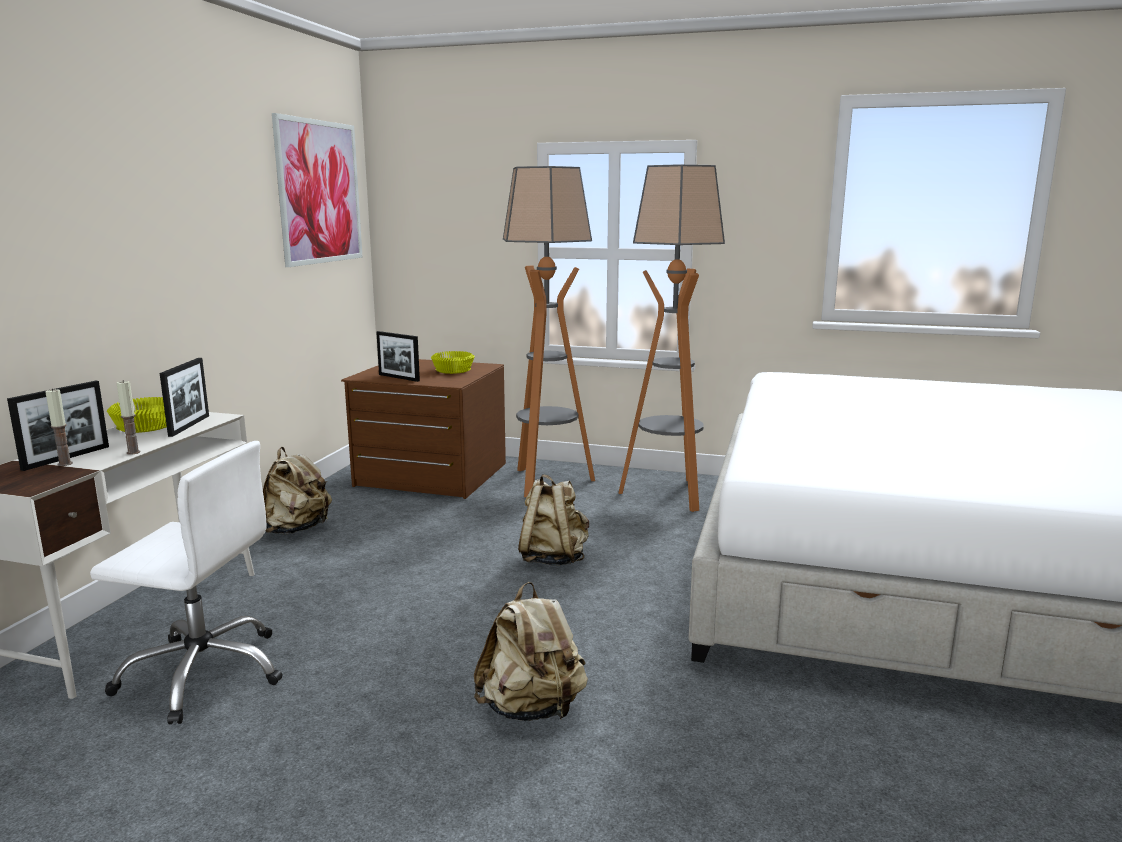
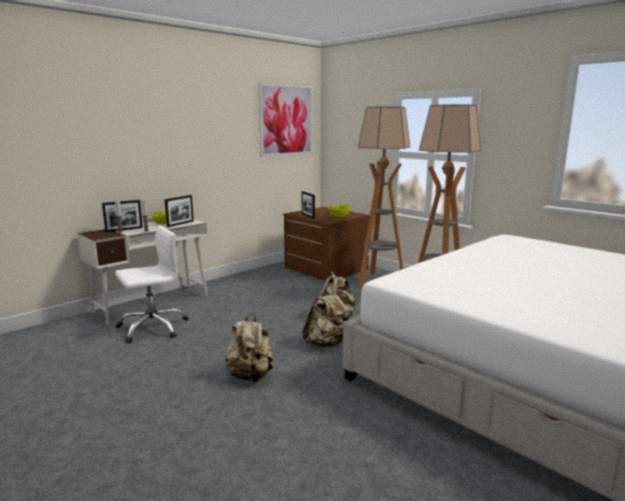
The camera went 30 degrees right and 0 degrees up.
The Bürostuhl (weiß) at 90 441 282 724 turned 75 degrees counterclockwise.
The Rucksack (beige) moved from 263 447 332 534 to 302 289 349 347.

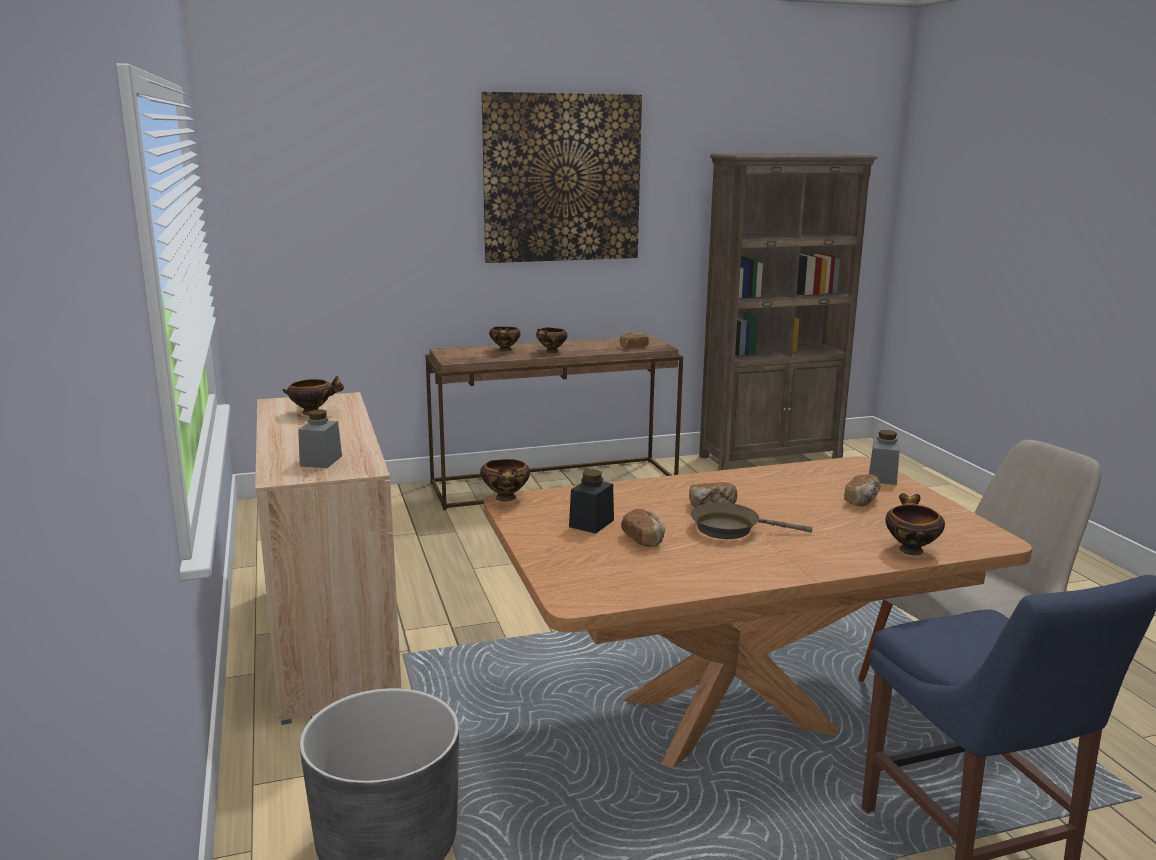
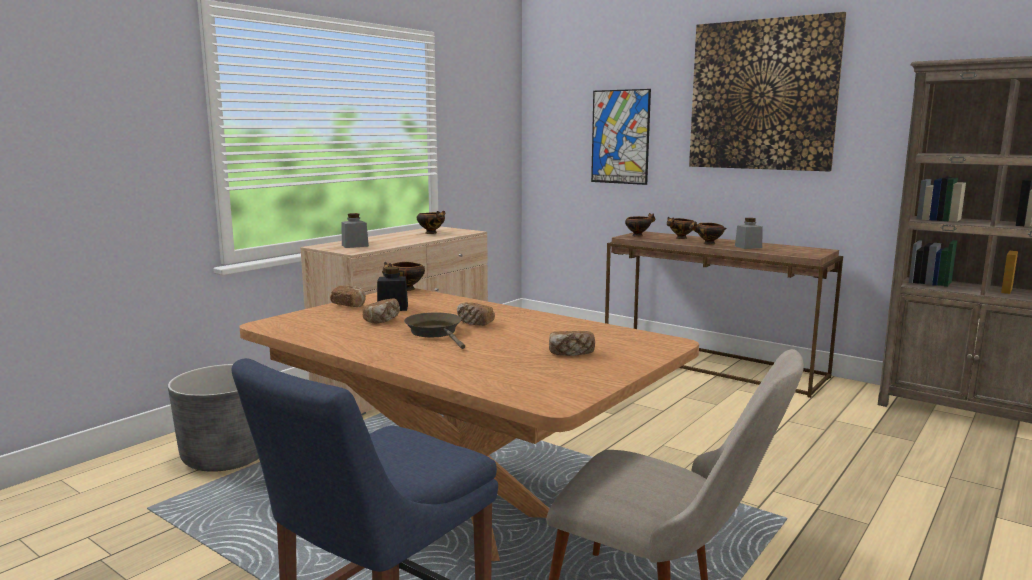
The camera went 55 degrees right and 5 degrees down.
The Brot moved from 620 332 649 348 to 330 286 366 307.
The Vorratsglas (grau) moved from 869 430 900 485 to 735 218 763 249.
The Schüssel moved from 885 493 945 555 to 625 213 655 237.
The Bild at 591 89 651 185 appeared.

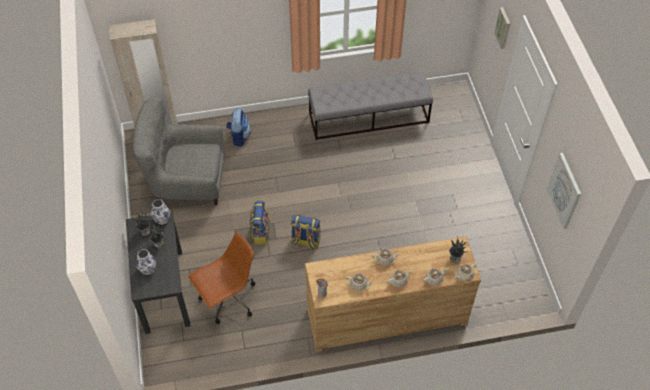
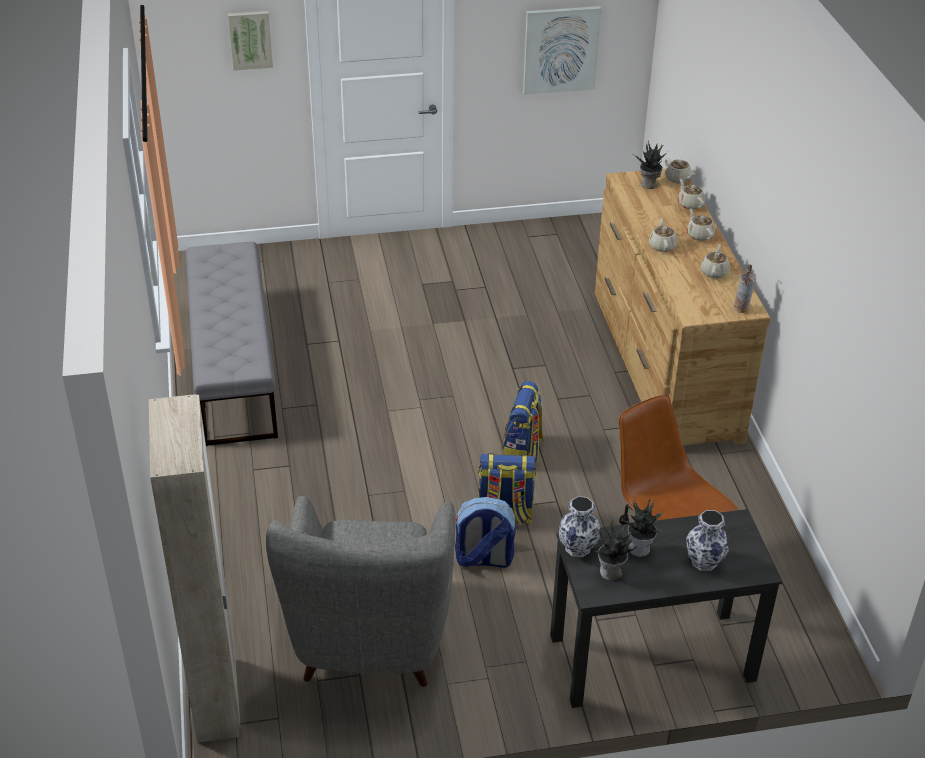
The camera went 90 degrees left and 15 degrees down.
The Rucksack moved from 226 109 251 147 to 455 497 516 568.

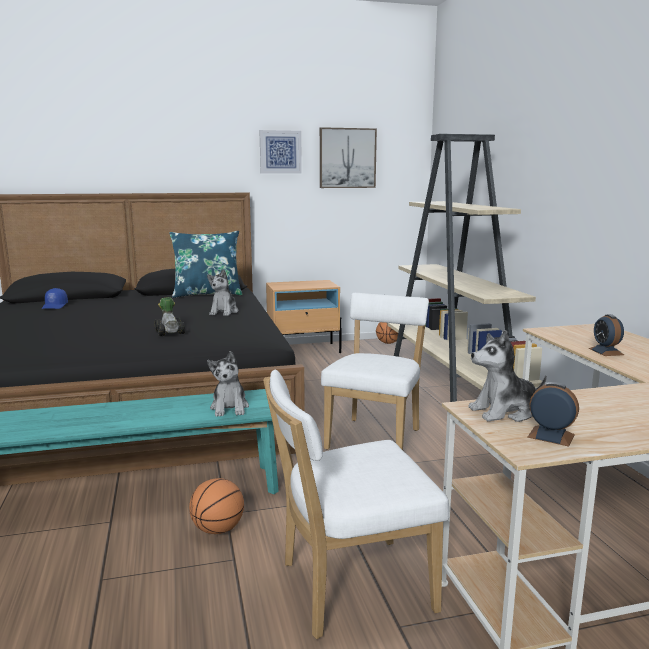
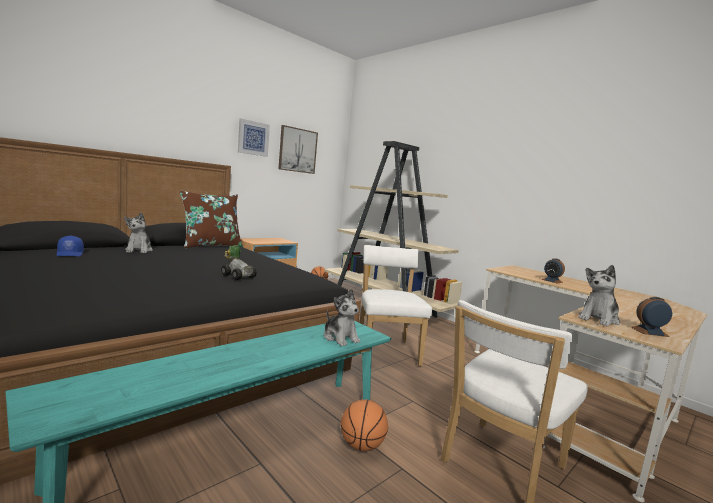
The camera went 30 degrees left and 5 degrees down.
The Kissen (blau) at 170 231 243 298 became the Kissen (braun) at 180 191 243 248.
The Plüschtier moved from 207 269 238 316 to 124 212 153 253.

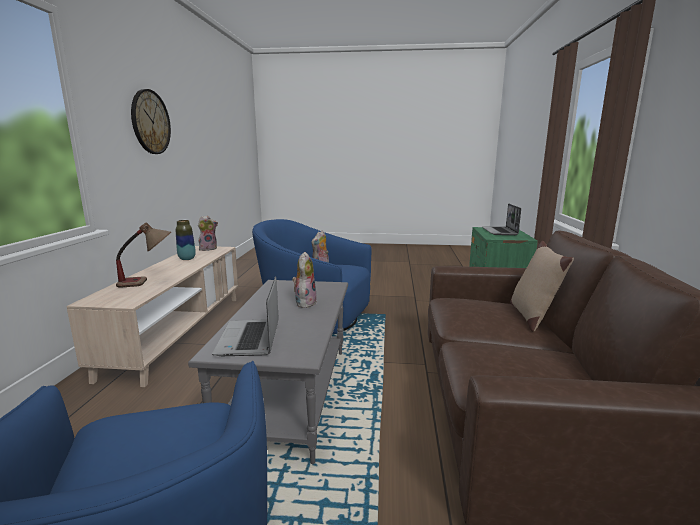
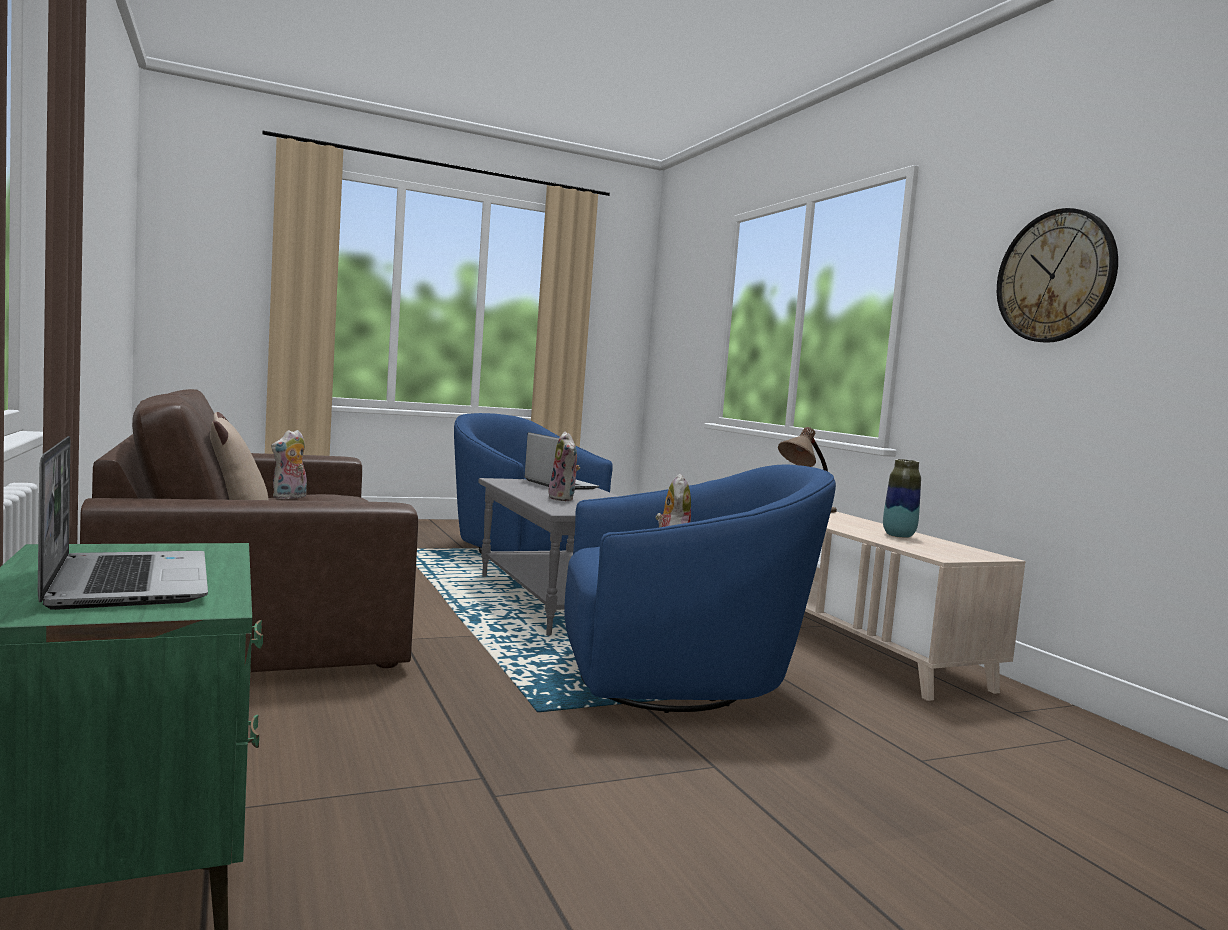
The camera went 150 degrees right and 10 degrees down.
The Plüschtier moved from 198 216 218 251 to 271 430 307 499.

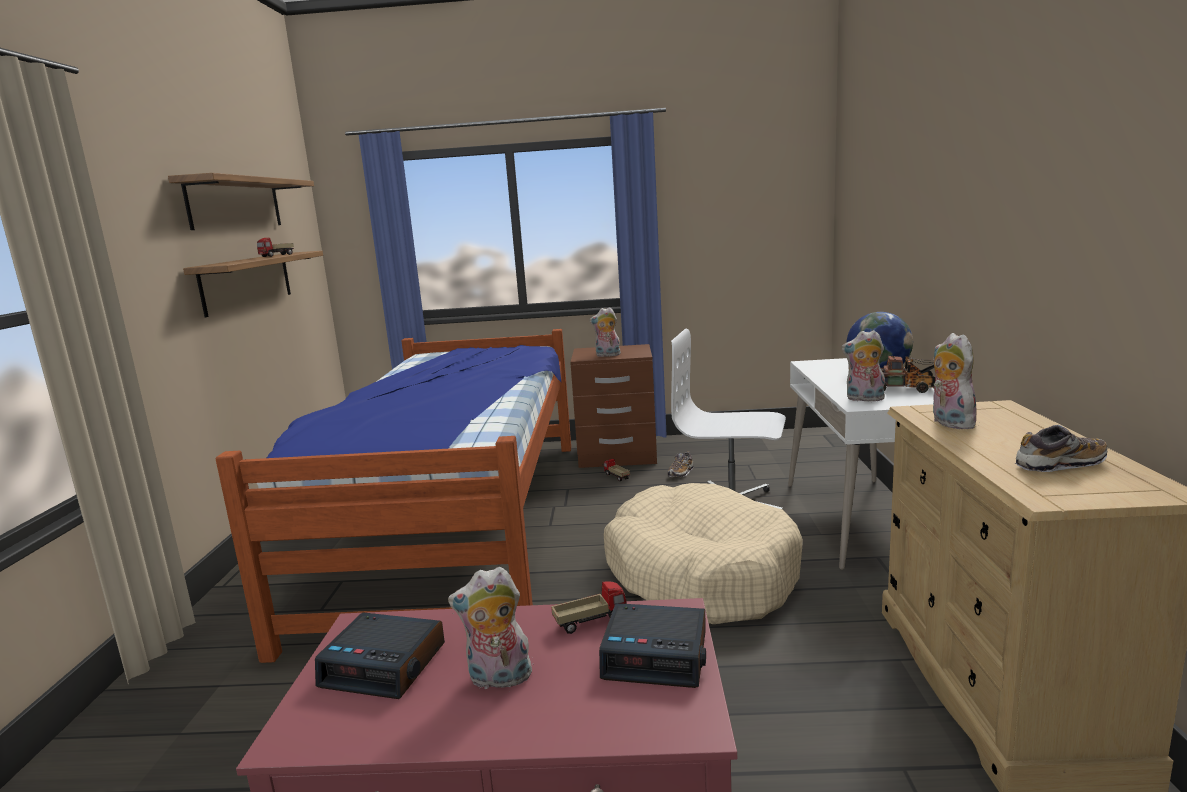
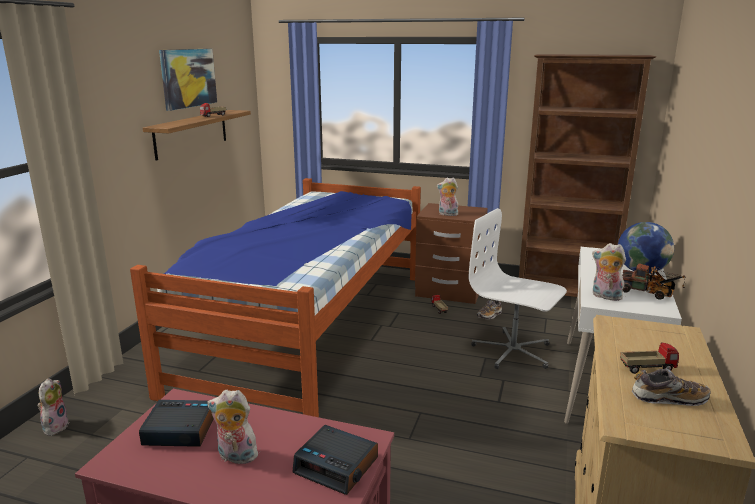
The camera went 15 degrees right and 5 degrees up.
The Wandregal at 168 173 314 230 was replaced by the Bild at 159 49 217 111.
The Wecker at 315 612 445 699 turned 150 degrees clockwise.
The Spielzeuglaster moved from 551 581 627 634 to 620 342 679 374.
The Hundebett (beige) at 604 483 803 624 disappeared.
The Plüschtier moved from 933 333 981 429 to 38 378 70 436.
The Bücherregal (braun) at 519 54 656 297 appeared.

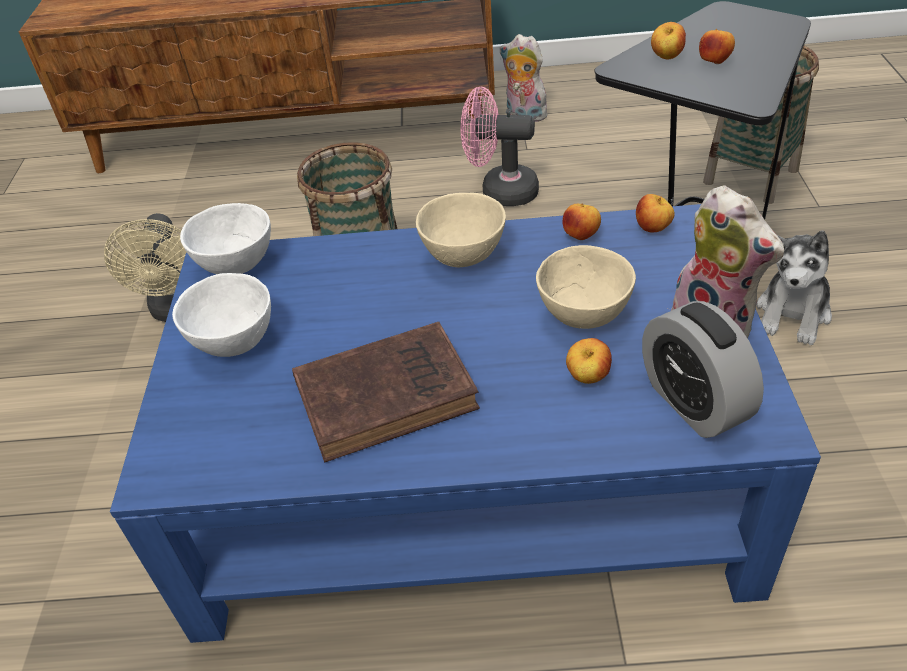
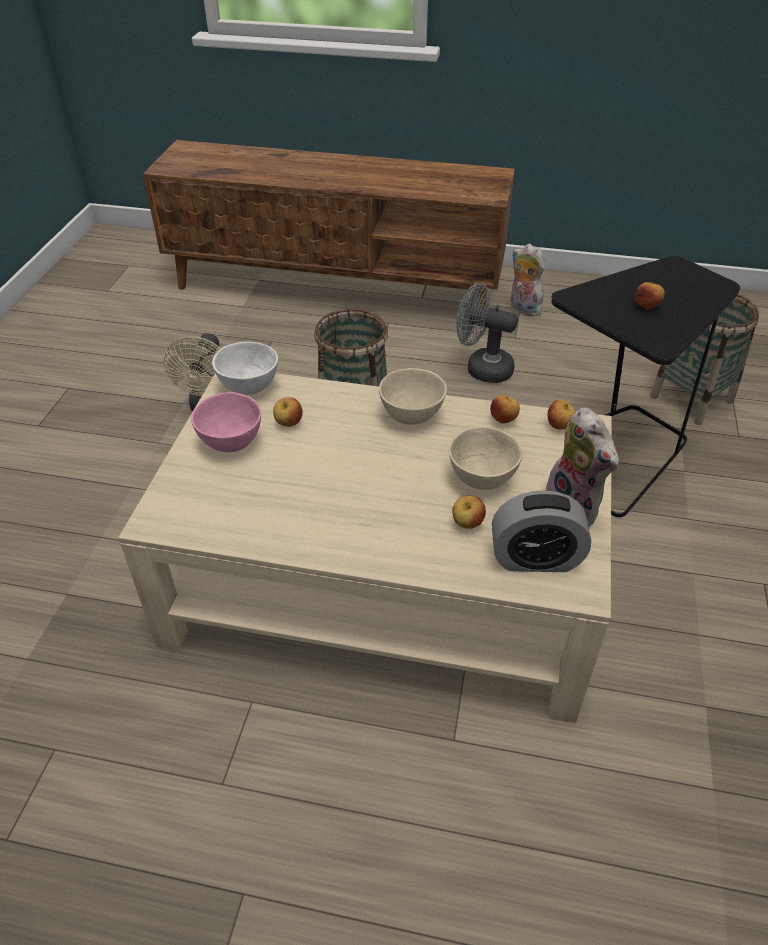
The camera went 10 degrees right and 0 degrees up.
The Couchtisch (blau) at 110 204 821 643 became the Couchtisch (beige) at 118 373 611 723.
The Schüssel (weiß) at 172 273 271 357 became the Schüssel (rosa) at 191 392 261 452.
The Buch (braun) at 292 322 480 463 disappeared.
The Ventilator (rosa) at 461 87 539 206 became the Ventilator (grau) at 456 283 518 383.
The Wecker at 642 301 764 438 turned 75 degrees counterclockwise.
The Apfel moved from 651 22 686 59 to 273 397 303 427.
The Plüschtier at 756 231 832 345 disappeared.

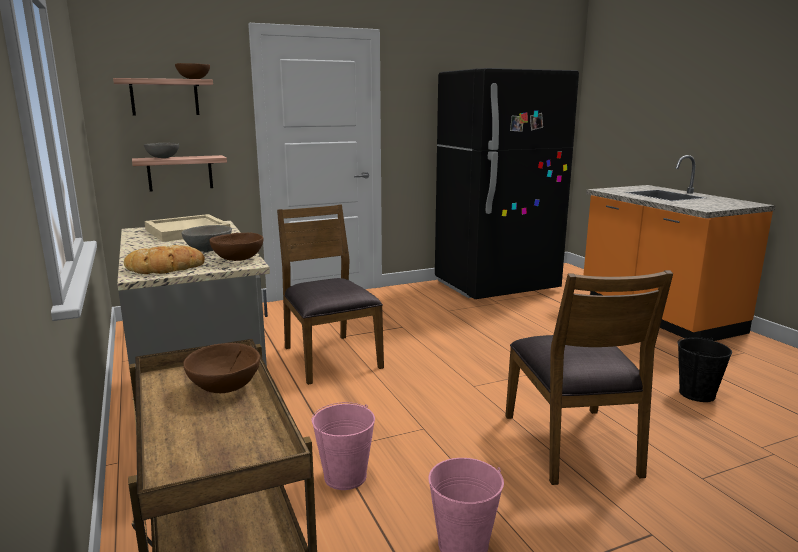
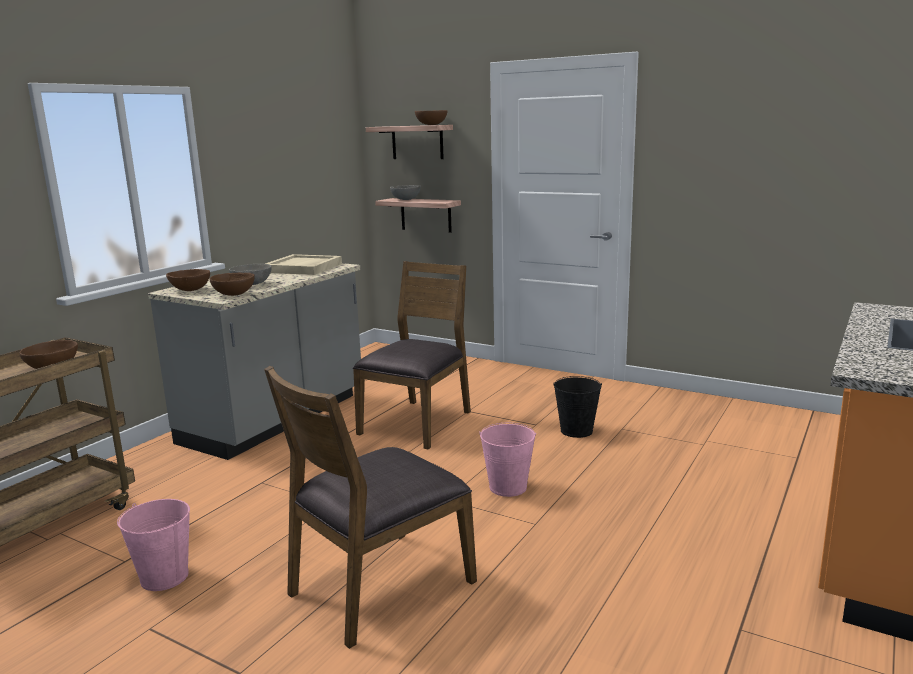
The camera went 55 degrees right and 0 degrees up.
The Brot at 124 245 205 274 was replaced by the Schüssel (braun) at 166 269 210 291.
The Eimer (rosa) moved from 312 402 375 490 to 479 423 536 497.
The Kühlschrank (schwarz) at 435 68 579 299 disappeared.
The Eimer (schwarz) moved from 677 337 732 402 to 553 376 602 438.

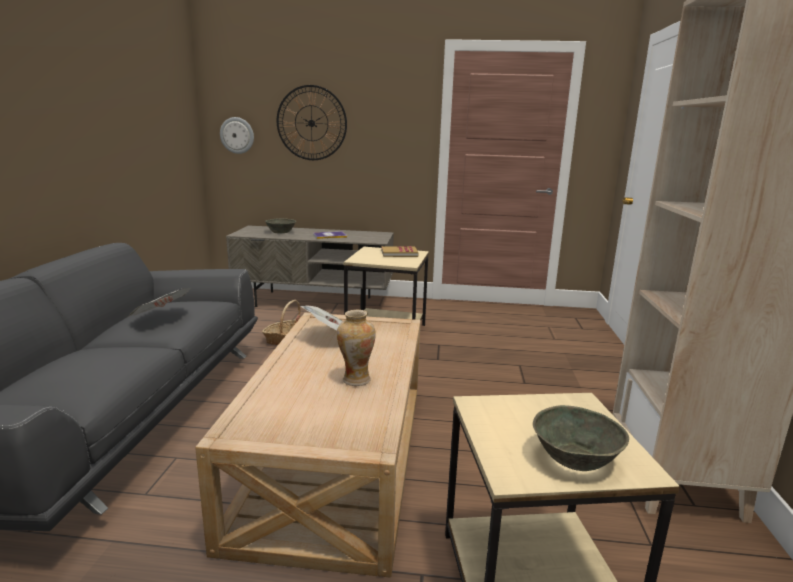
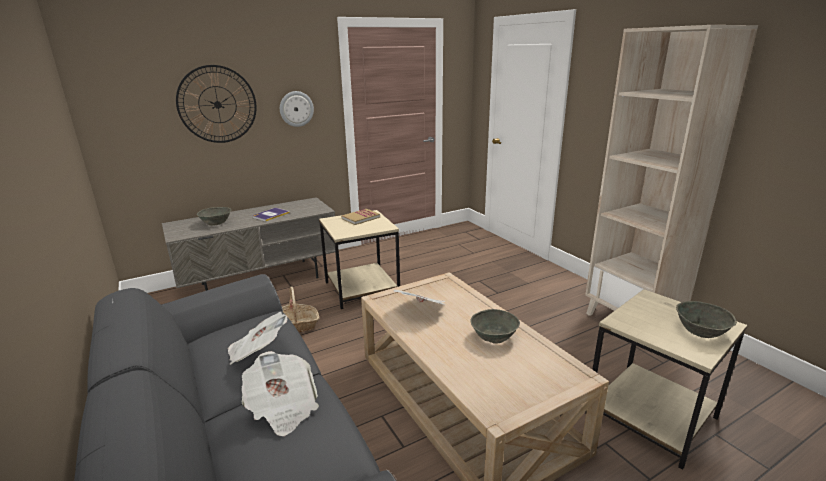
The camera went 35 degrees left and 5 degrees up.
The Wanduhr moved from 220 117 254 154 to 280 91 314 127.
The Vase at 337 310 376 386 was replaced by the Schüssel (grau) at 471 309 520 344.
The Zeitung at 241 351 319 436 appeared.

